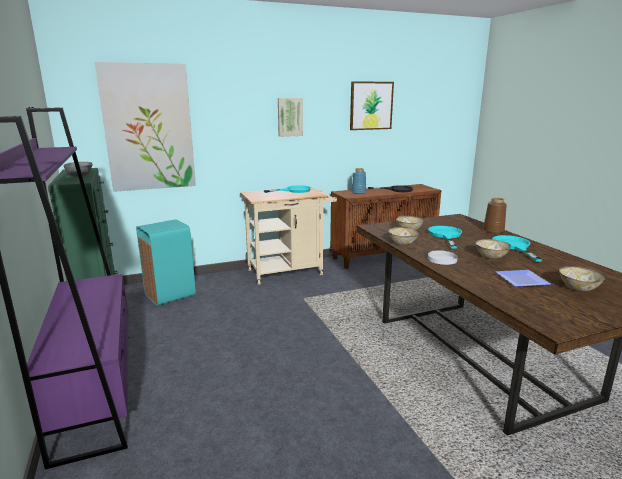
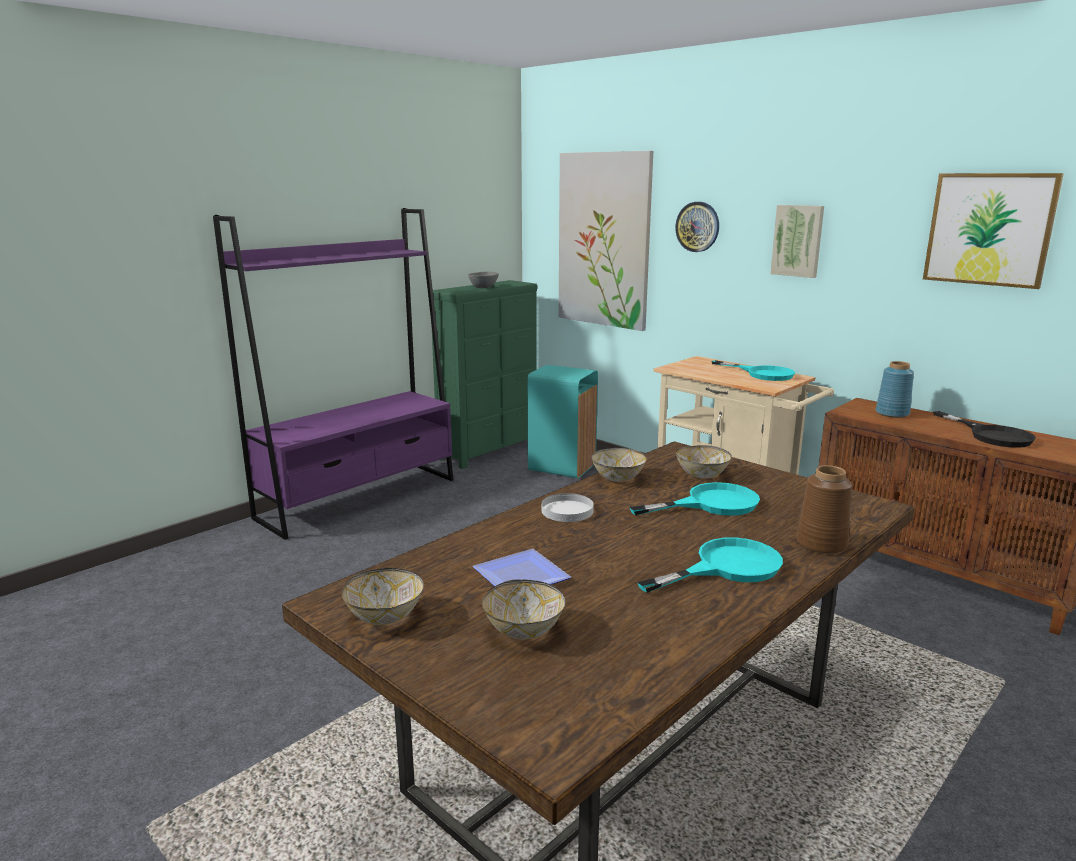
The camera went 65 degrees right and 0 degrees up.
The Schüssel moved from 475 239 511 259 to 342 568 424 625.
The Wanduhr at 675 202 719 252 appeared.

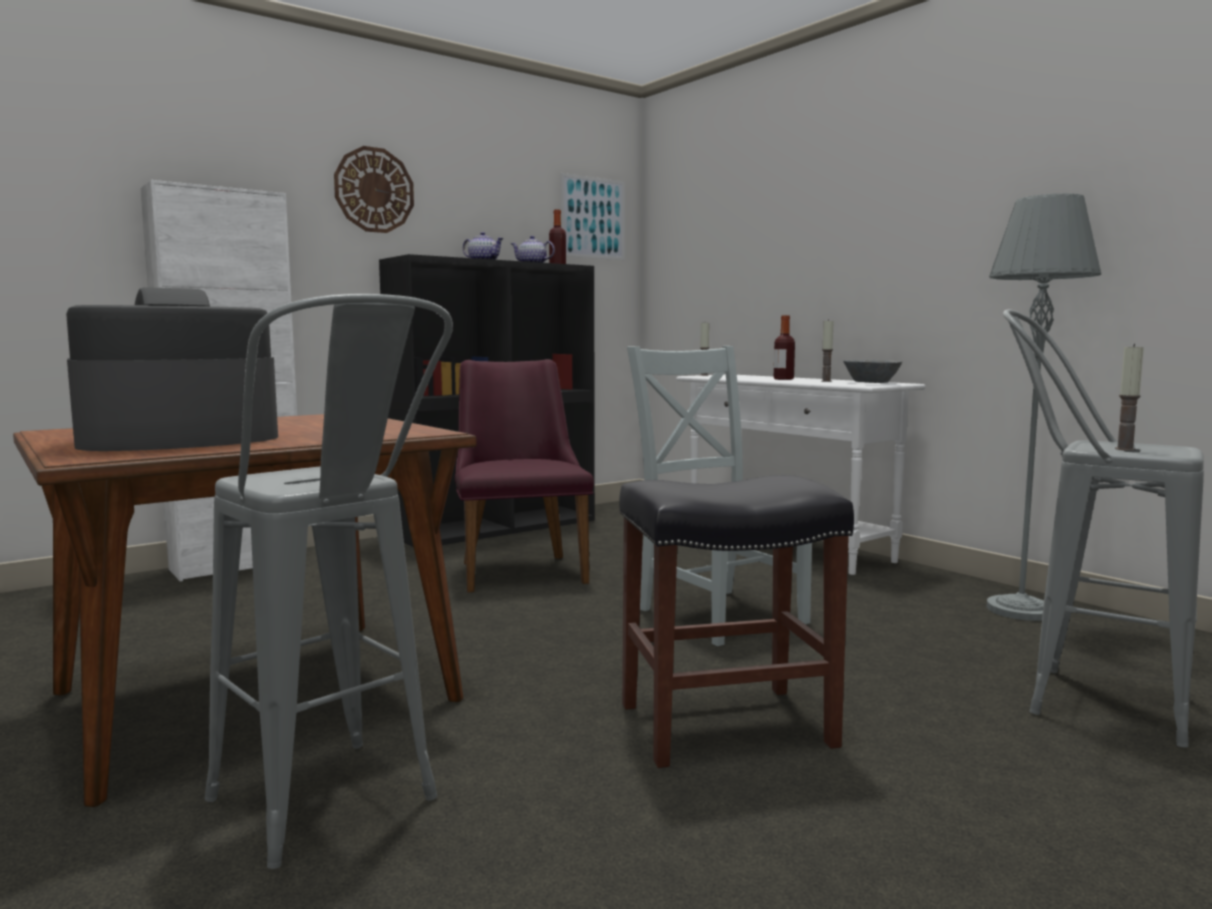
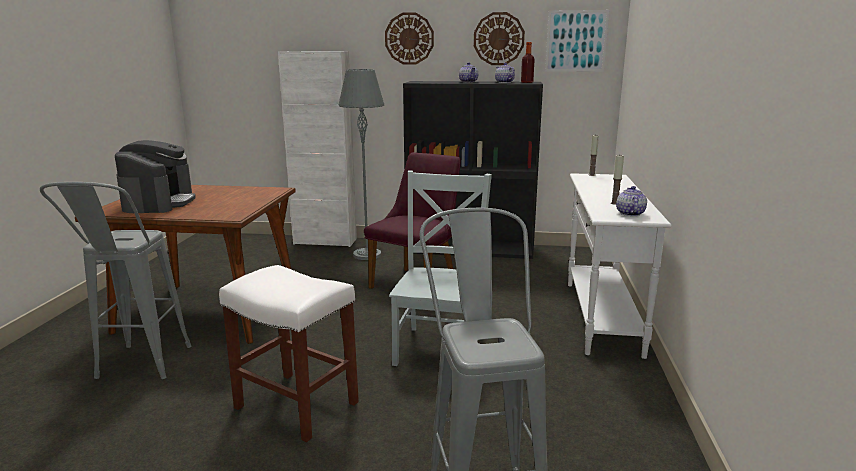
The camera went 45 degrees right and 10 degrees up.
The Kaffeemaschine at 66 287 278 451 turned 75 degrees clockwise.
The Hocker (schwarz) at 619 475 854 768 became the Hocker (weiß) at 219 265 359 442.
The Flasche at 774 315 795 380 disappeared.
The Schüssel (grau) at 843 360 902 383 was replaced by the Teekanne at 616 186 647 216.
The Stehlampe (grau) moved from 987 194 1101 621 to 338 69 384 260.
The Kerze at 1115 344 1144 451 disappeared.
The Wanduhr at 474 12 525 65 appeared.

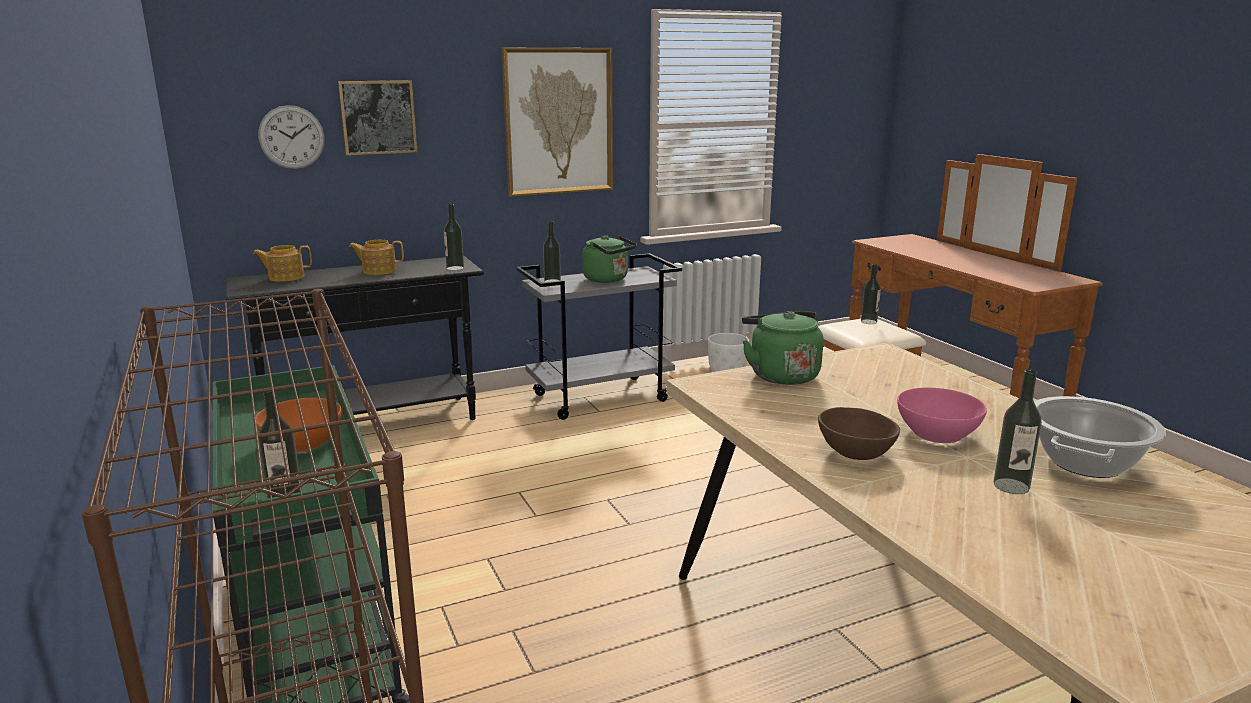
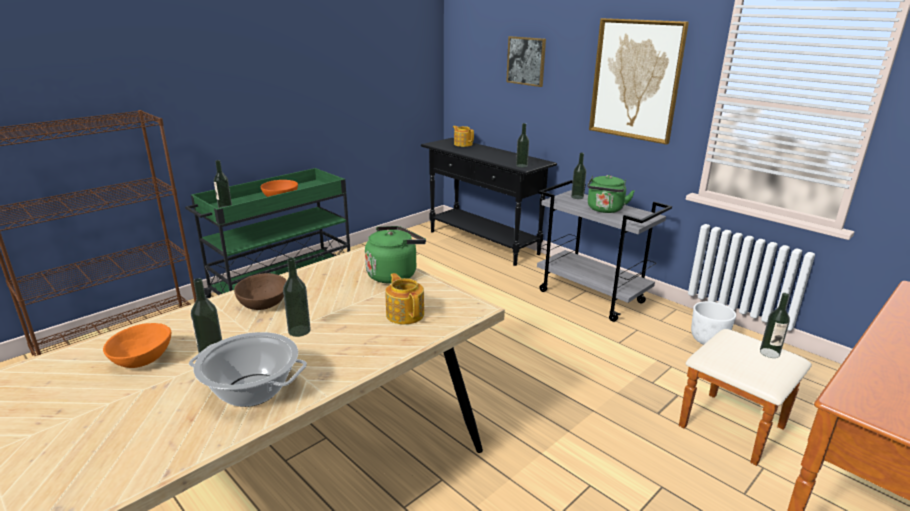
The camera went 70 degrees right and 5 degrees up.
The Wanduhr at 258 105 325 169 disappeared.
The Teekanne moved from 349 240 404 275 to 385 273 424 324.
The Schüssel (rosa) at 897 388 987 443 was replaced by the Flasche at 283 257 311 337.
The Schüssel (orange) at 103 323 171 368 appeared.

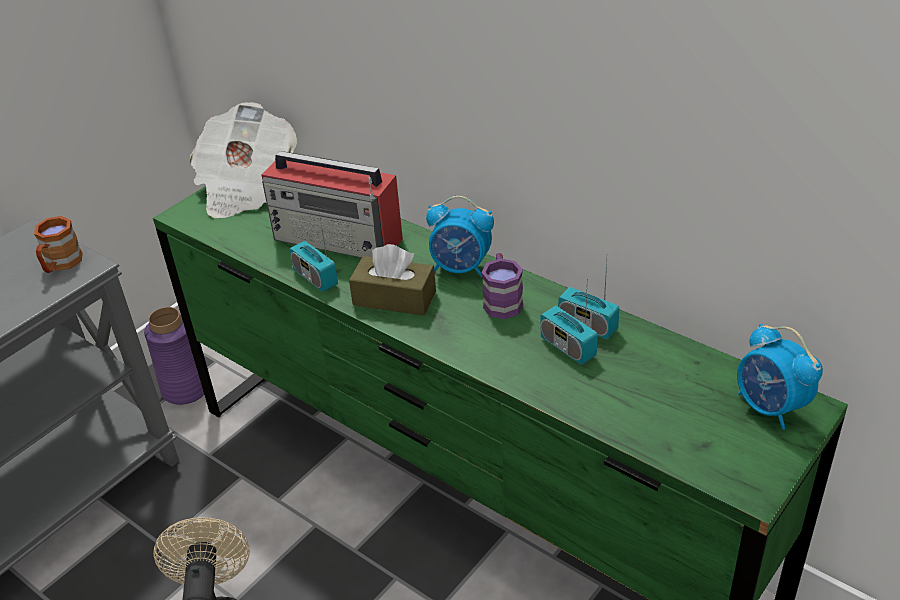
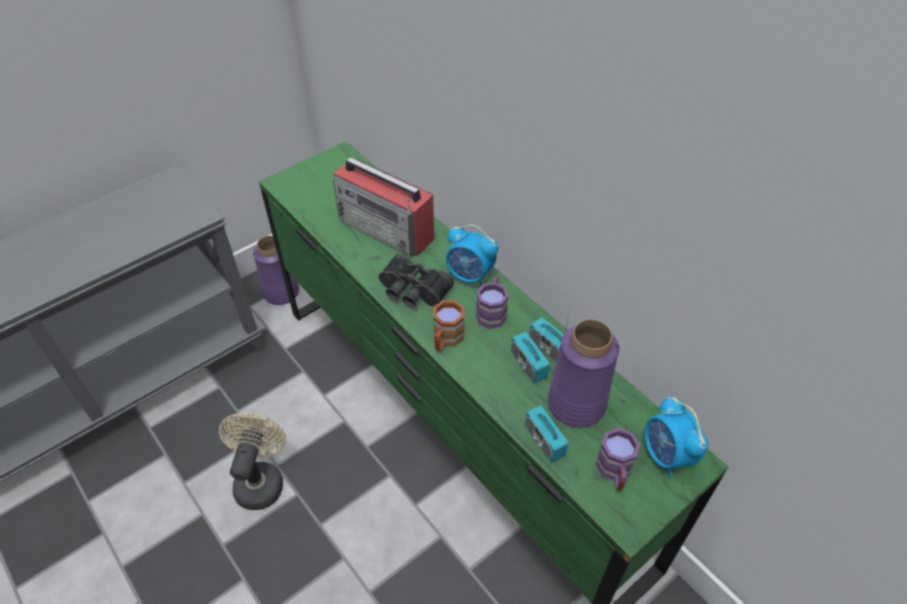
The camera went 10 degrees right and 10 degrees up.
The Henkelbecher (braun) moved from 34 216 83 273 to 433 300 464 351.
The Zeitung at 190 102 297 218 disappeared.
The Radio moved from 290 212 338 292 to 525 405 568 463.
The Taschentuchbox (braun) at 349 244 436 316 was replaced by the Fernglas (schwarz) at 379 254 454 307.
The Vase (lila) at 548 319 619 427 appeared.
The Henkelbecher (lila) at 596 428 640 490 appeared.

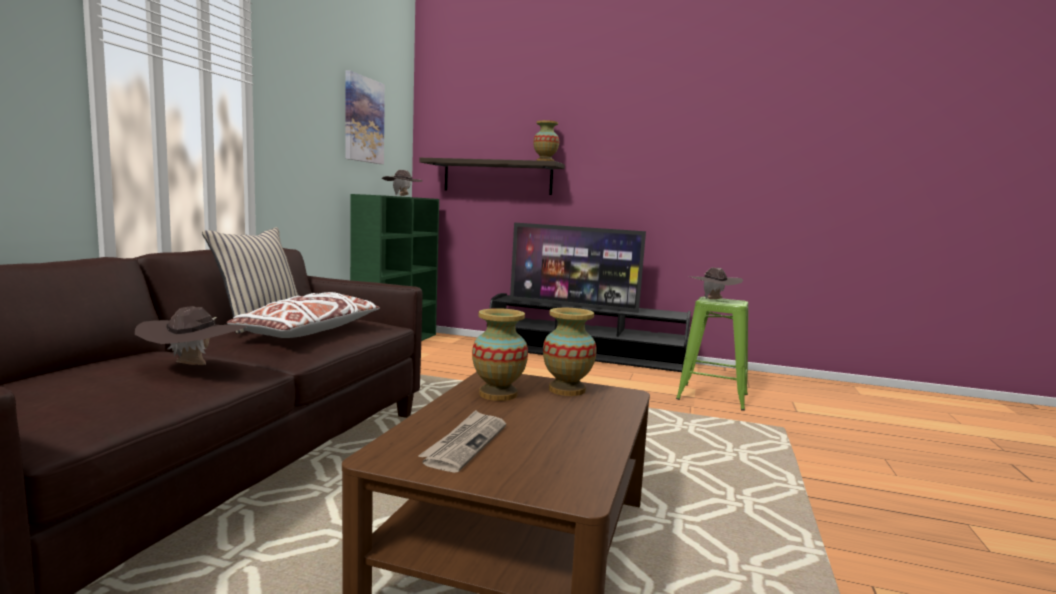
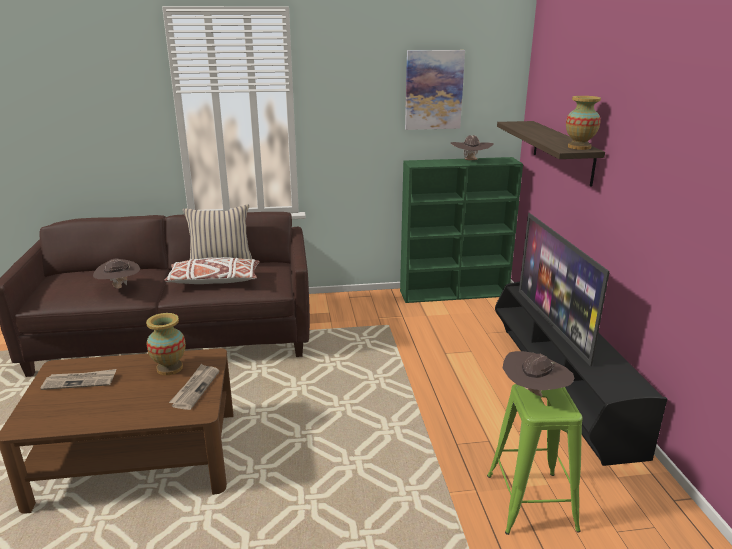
The camera went 65 degrees right and 15 degrees up.
The Vase at 543 308 597 396 was replaced by the Zeitung at 169 364 219 410.

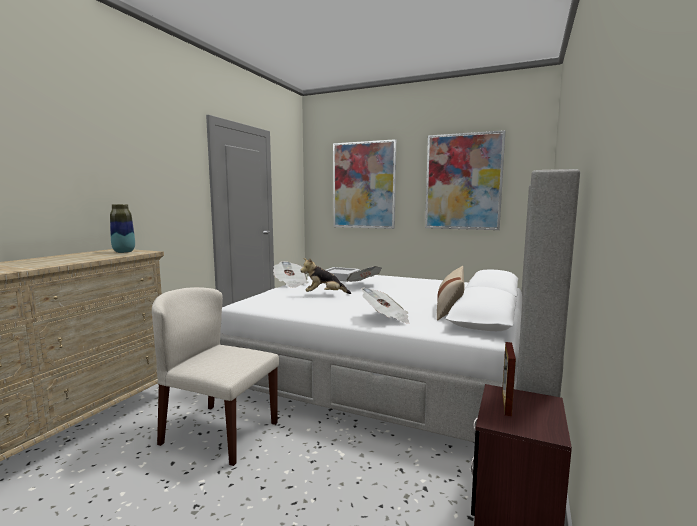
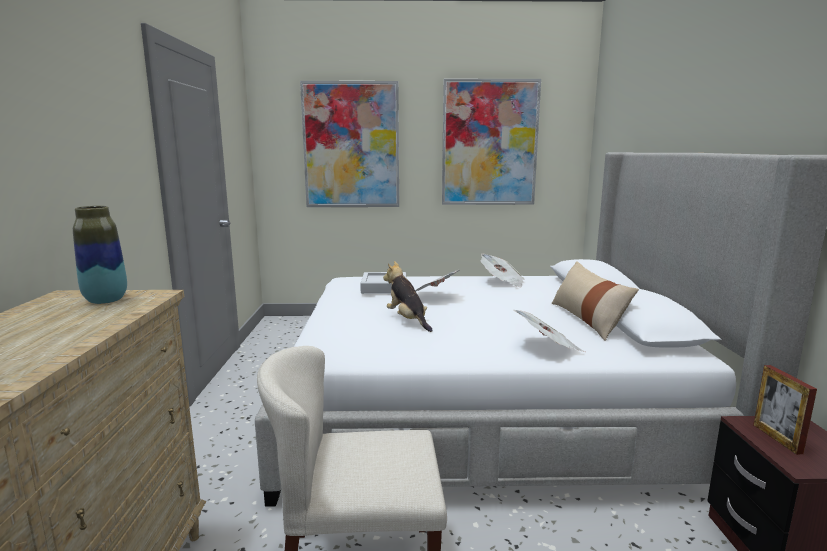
The camera went 25 degrees left and 5 degrees up.
The Zeitung moved from 273 261 308 288 to 480 254 525 287.
The Plüschtier at 300 258 351 294 turned 90 degrees clockwise.

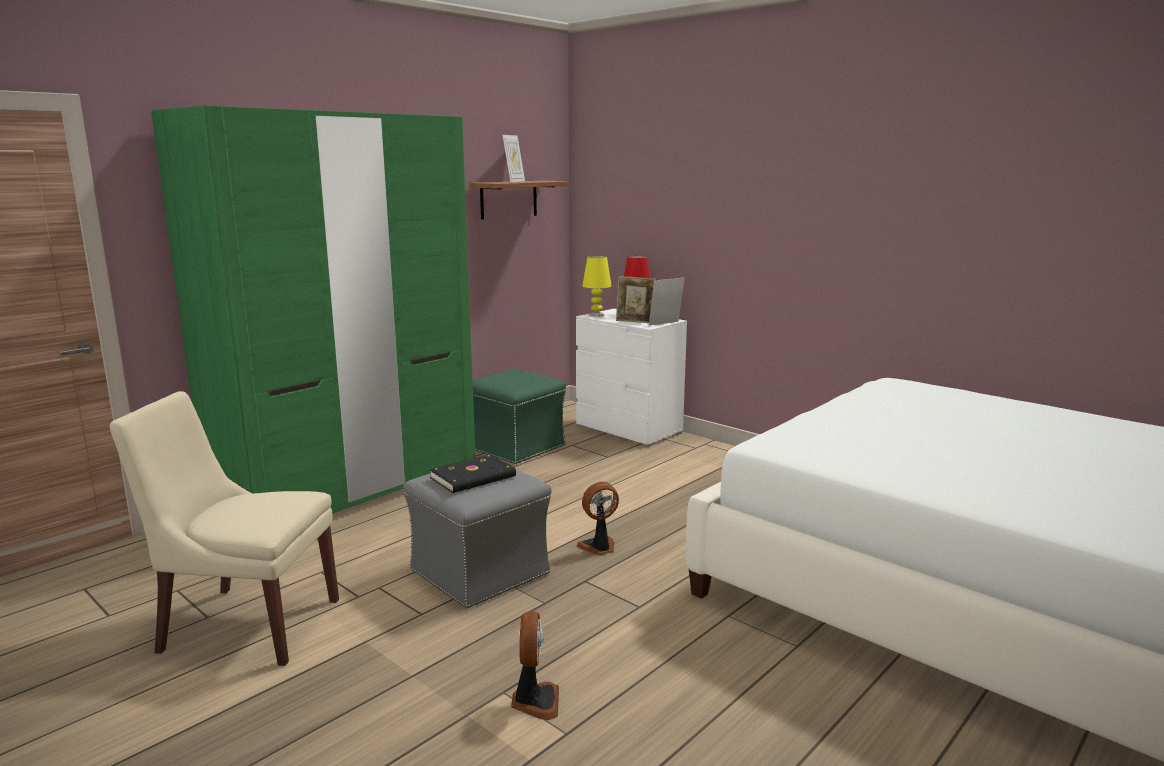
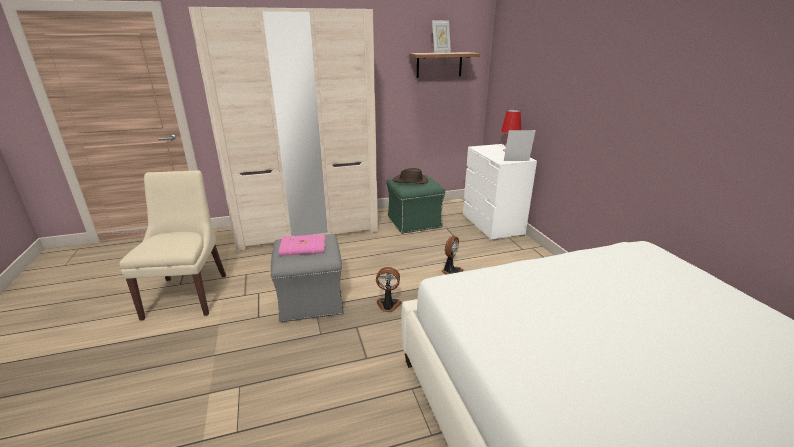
The camera went 30 degrees right and 10 degrees up.
The Stuhl (beige) at 110 391 339 666 turned 45 degrees clockwise.
The Kleiderschrank (grün) at 151 105 475 513 became the Kleiderschrank (beige) at 188 7 378 251.
The Buch (schwarz) at 429 454 516 493 became the Buch (rosa) at 279 234 325 256.
The Ventilator moved from 511 611 559 720 to 441 236 464 275.
The Tischlampe (gelb) at 582 256 611 317 disappeared.
The Bilderrahmen at 616 276 656 323 disappeared.
The Hut (braun) at 393 168 429 184 appeared.

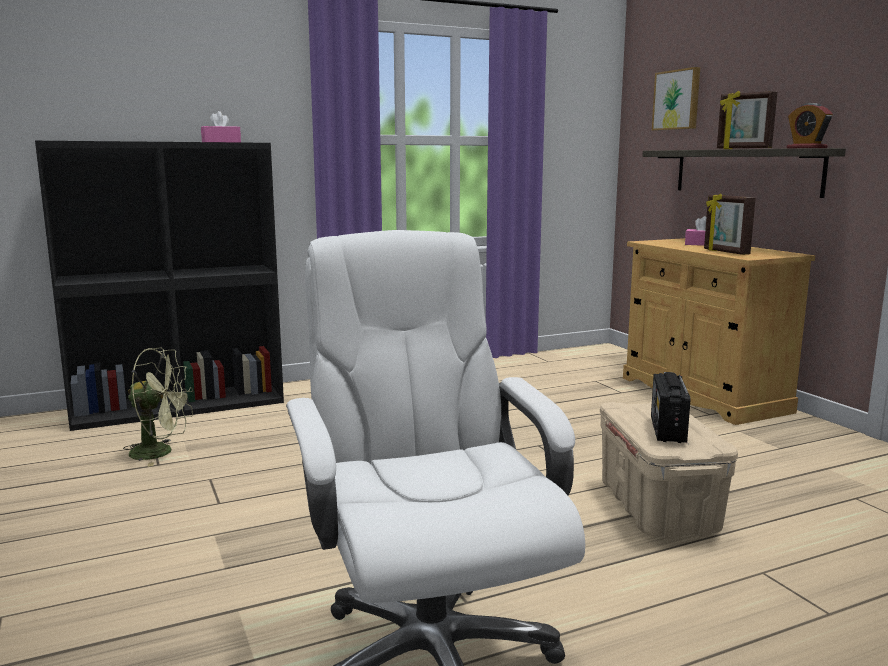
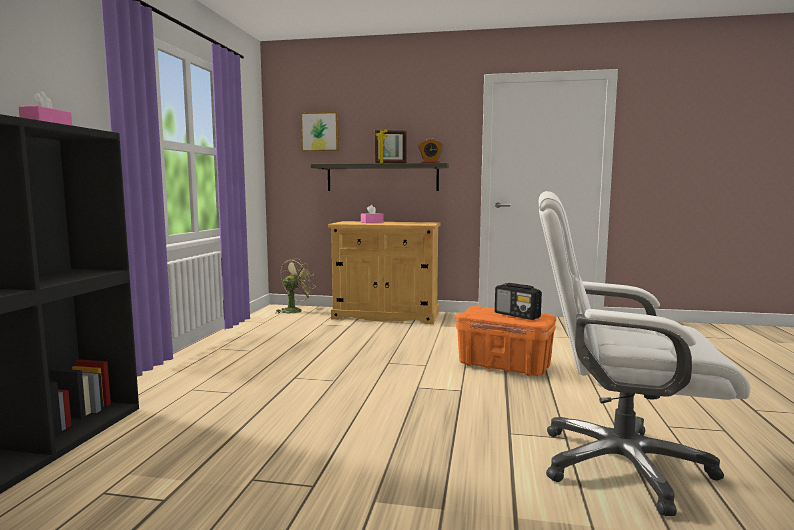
The camera went 55 degrees left and 5 degrees down.
The Ventilator (grün) moved from 123 348 193 467 to 275 258 315 314.
The Aufbewahrungsbox (beige) at 600 402 738 539 became the Aufbewahrungsbox (orange) at 456 306 556 376.
The Bilderrahmen at 704 193 756 255 disappeared.

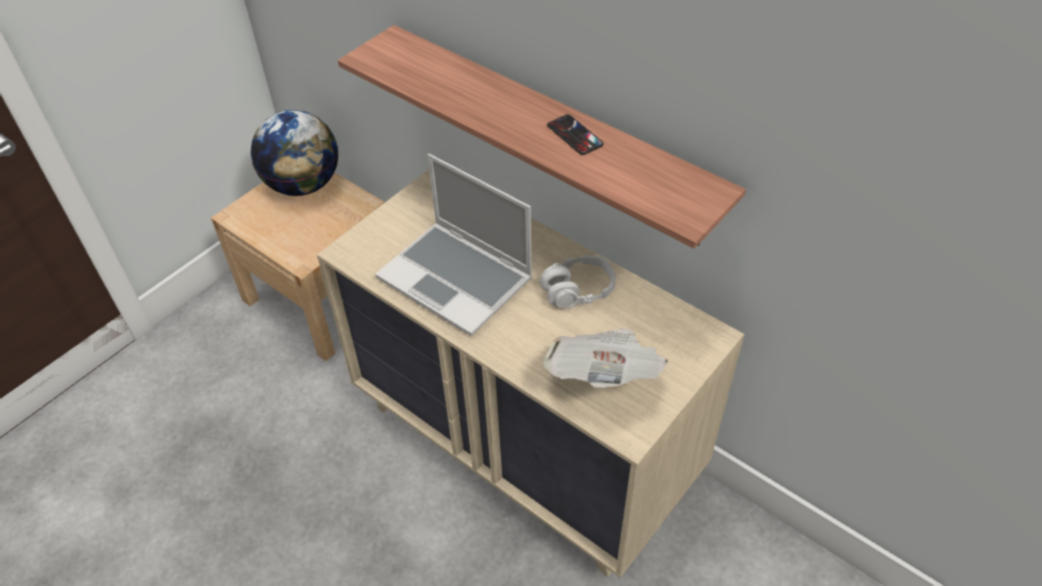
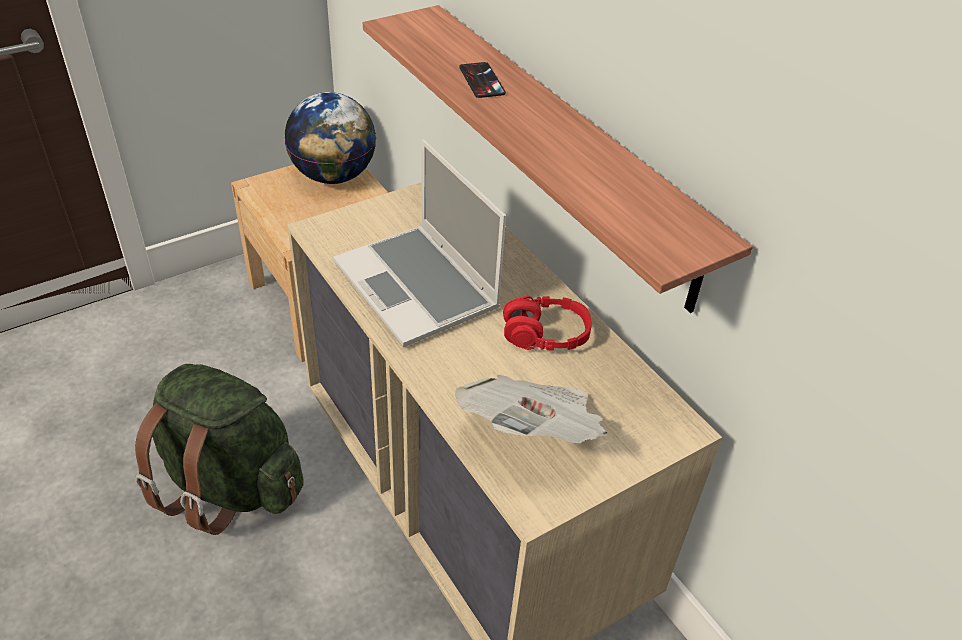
The camera went 15 degrees right and 5 degrees down.
The Kopfhörer (grau) at 540 255 616 308 became the Kopfhörer (rot) at 503 296 592 351.
The Handy moved from 547 114 604 155 to 459 62 506 98.
The Rucksack (grün) at 135 364 304 535 appeared.

